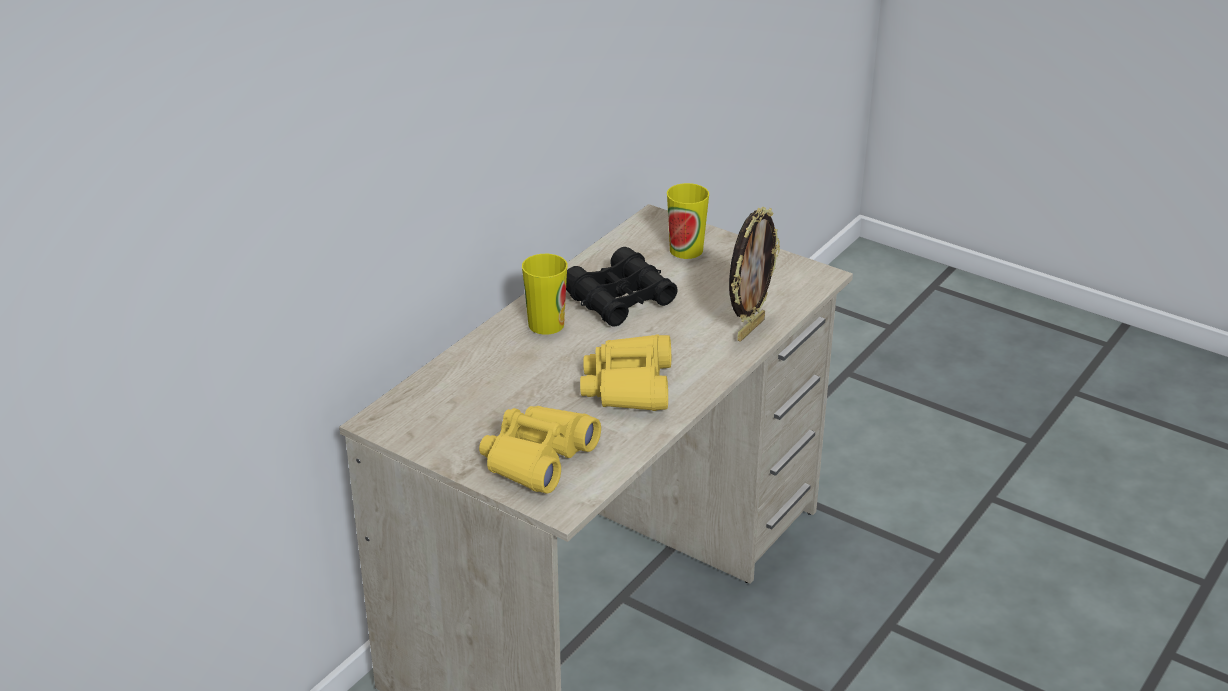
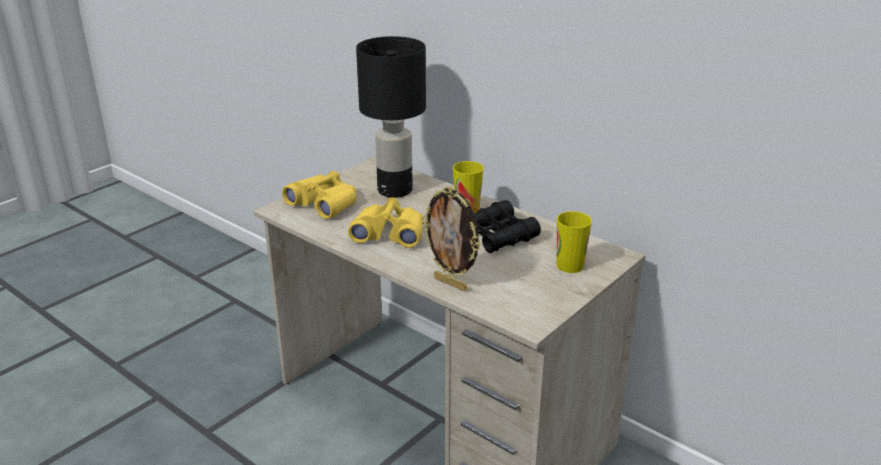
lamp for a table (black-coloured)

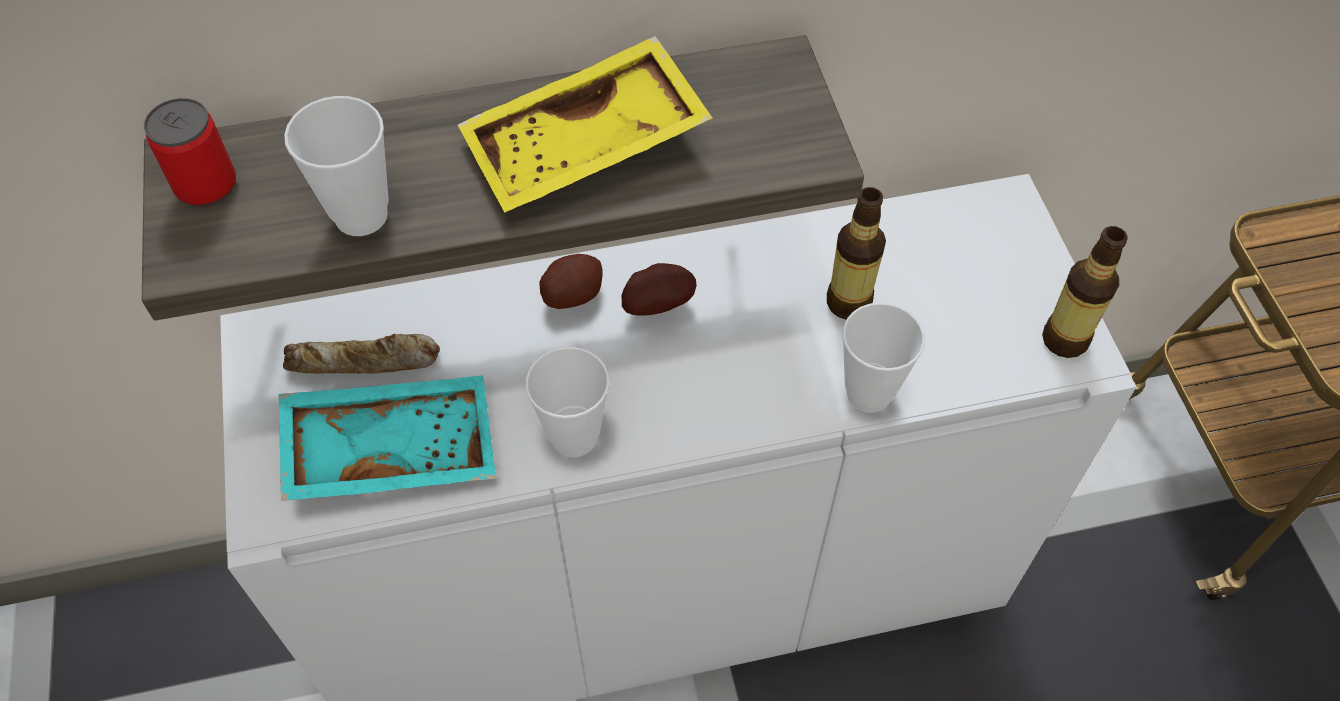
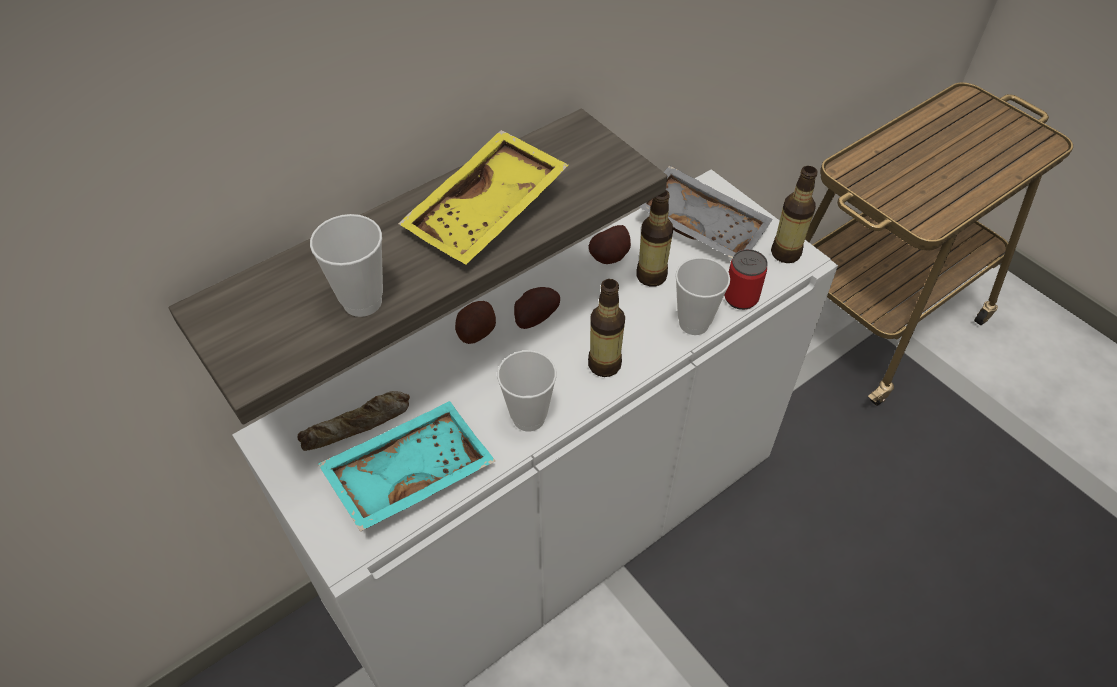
bottle (1st from left)
whole potato (3rd from left)
tray (gray)
can

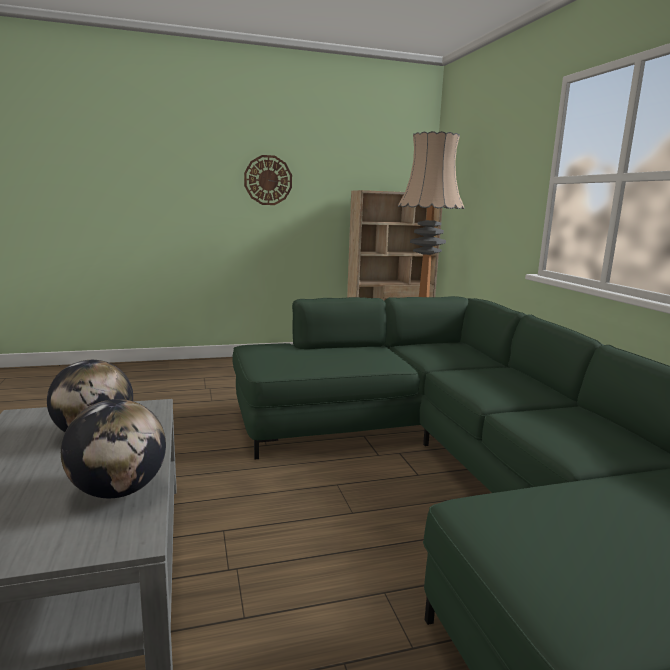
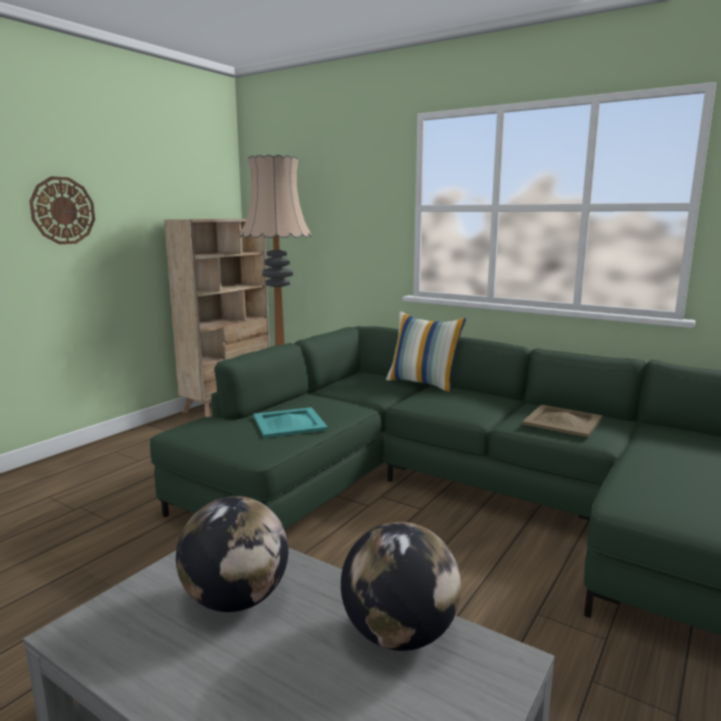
tray (blue-green)
pillow
tray (beige-coloured)

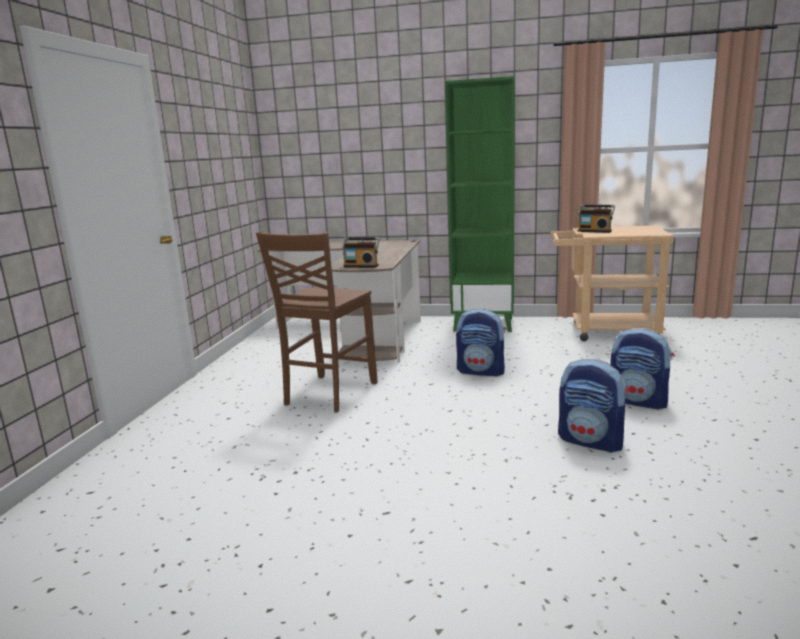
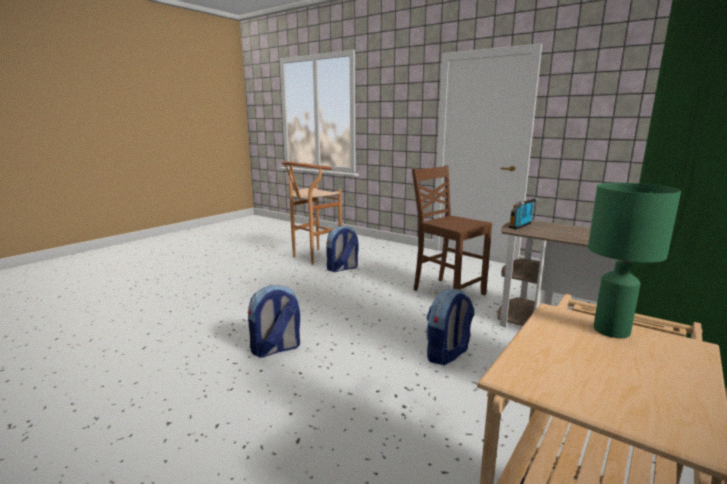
stool seat (brownish)
knapsack (2nd from left)
lamp for a table (greenish)

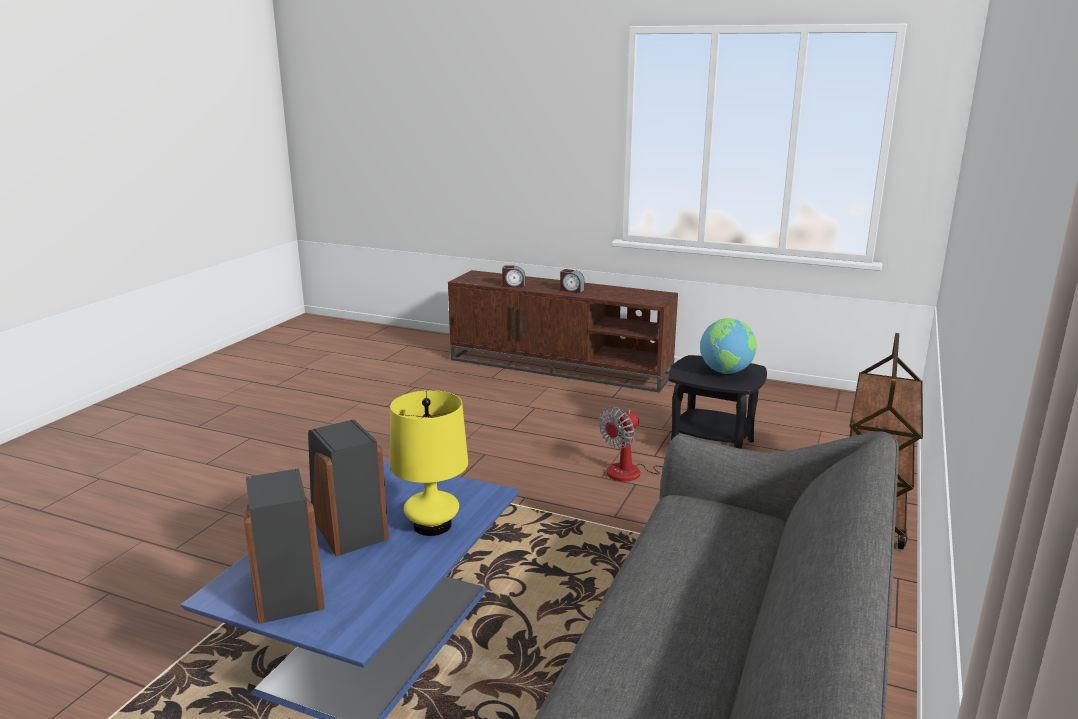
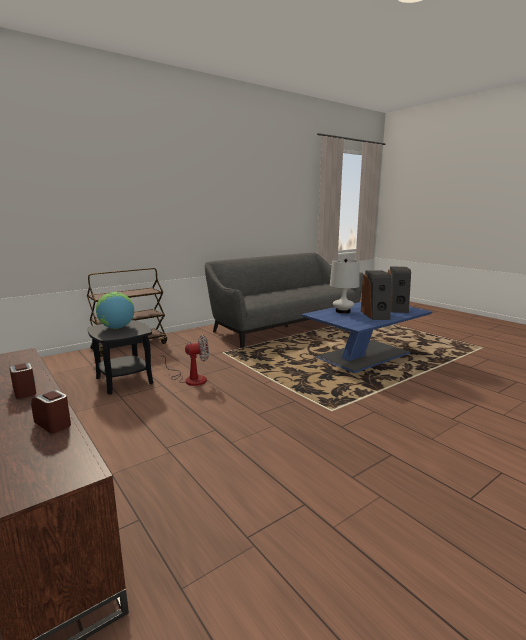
lamp for a table (whitish)

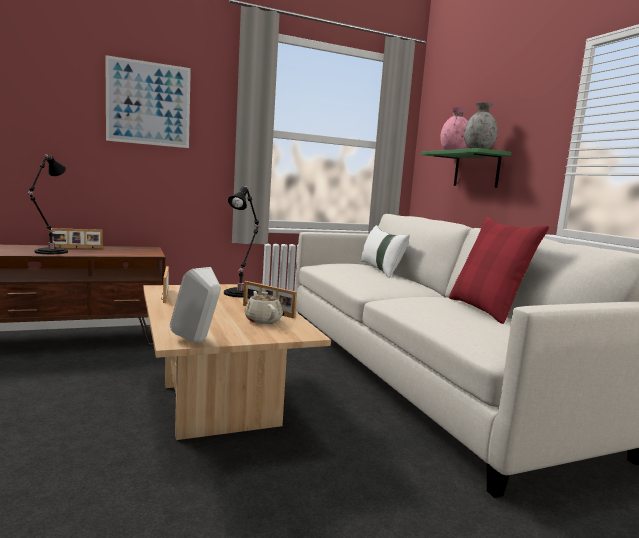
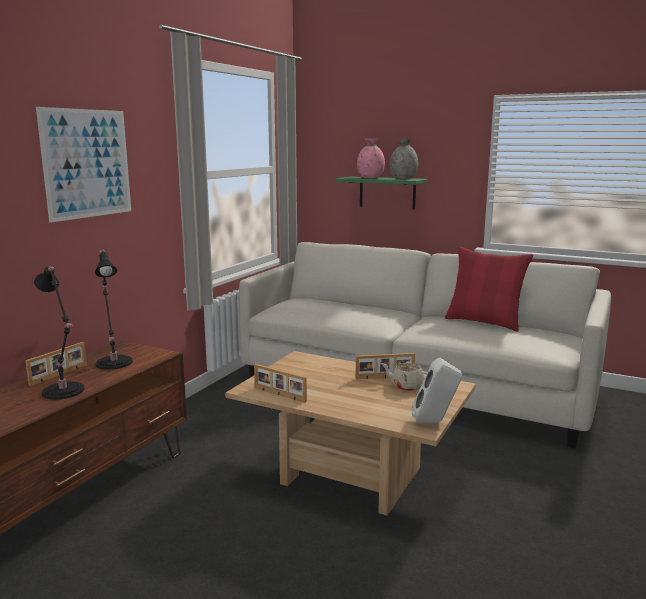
lamp for a table (black-coloured) (2nd from left)
pillow (whitish)

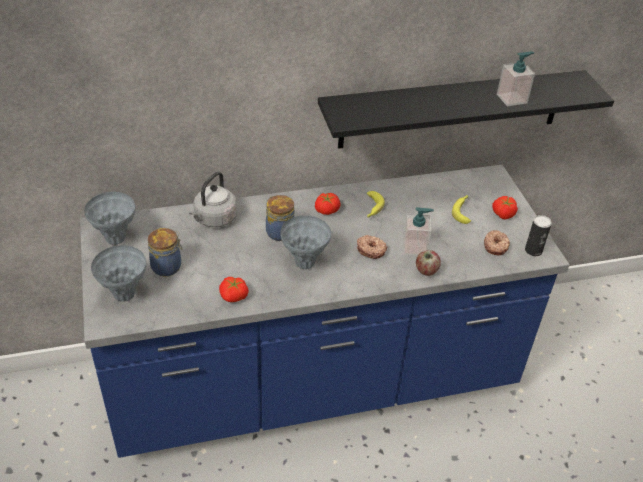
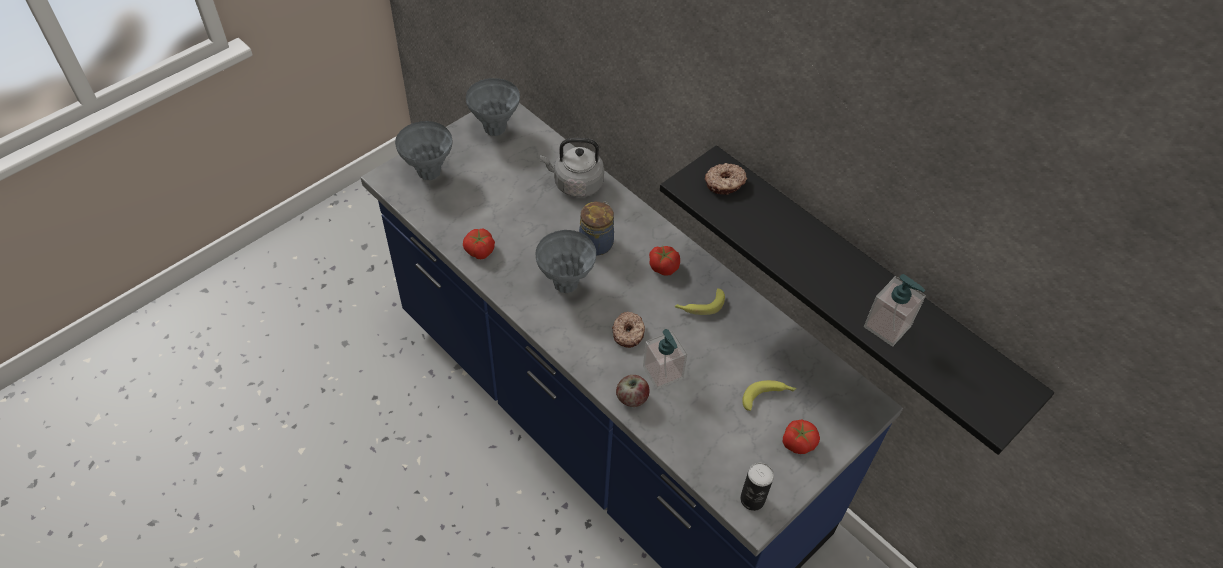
ring doughnut (2nd from left)
storage jar (1st from left in the first image)

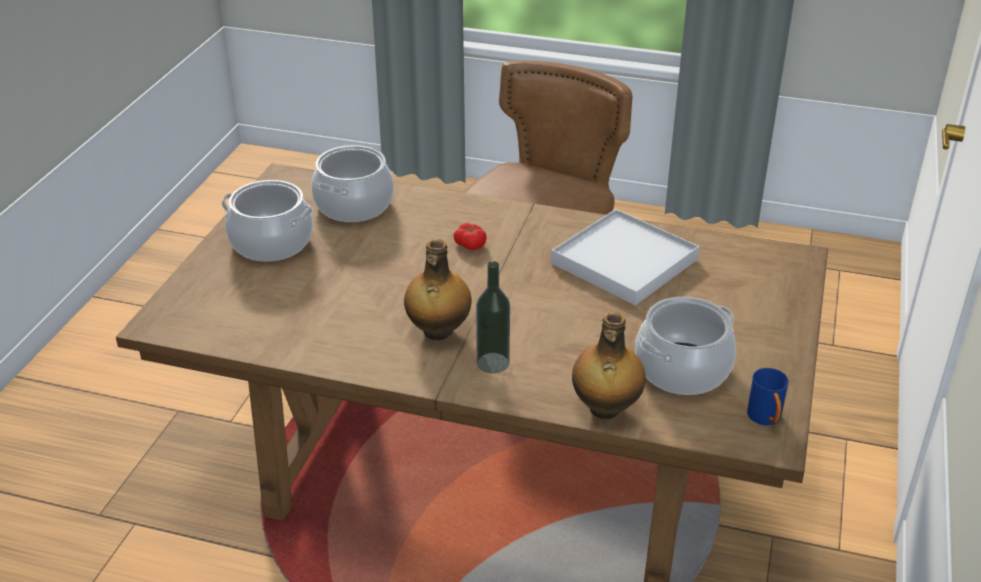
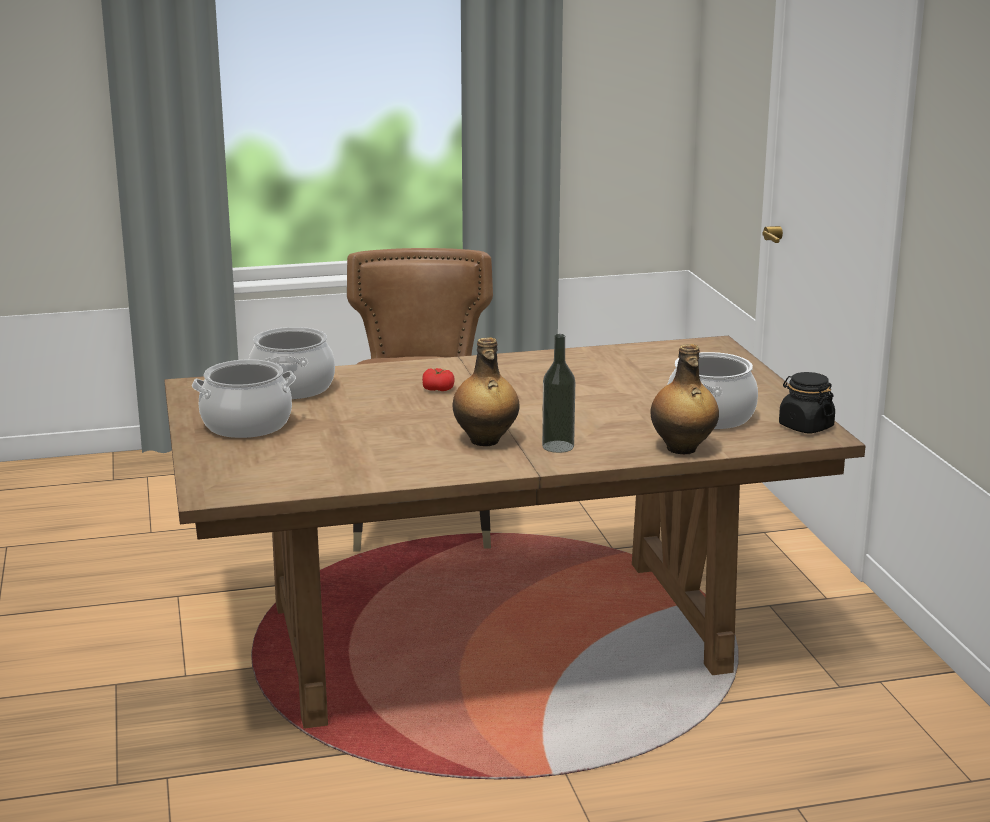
storage jar (black-coloured)
tray (whitish)

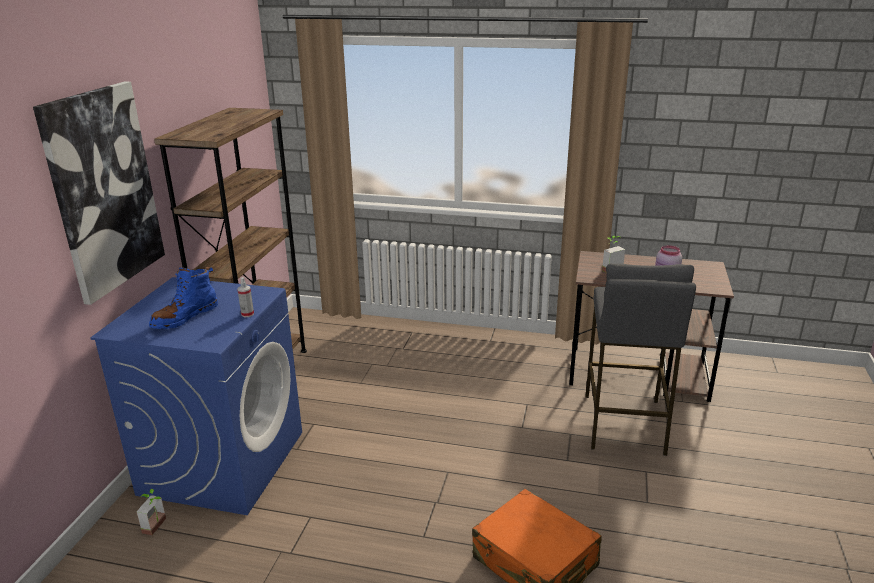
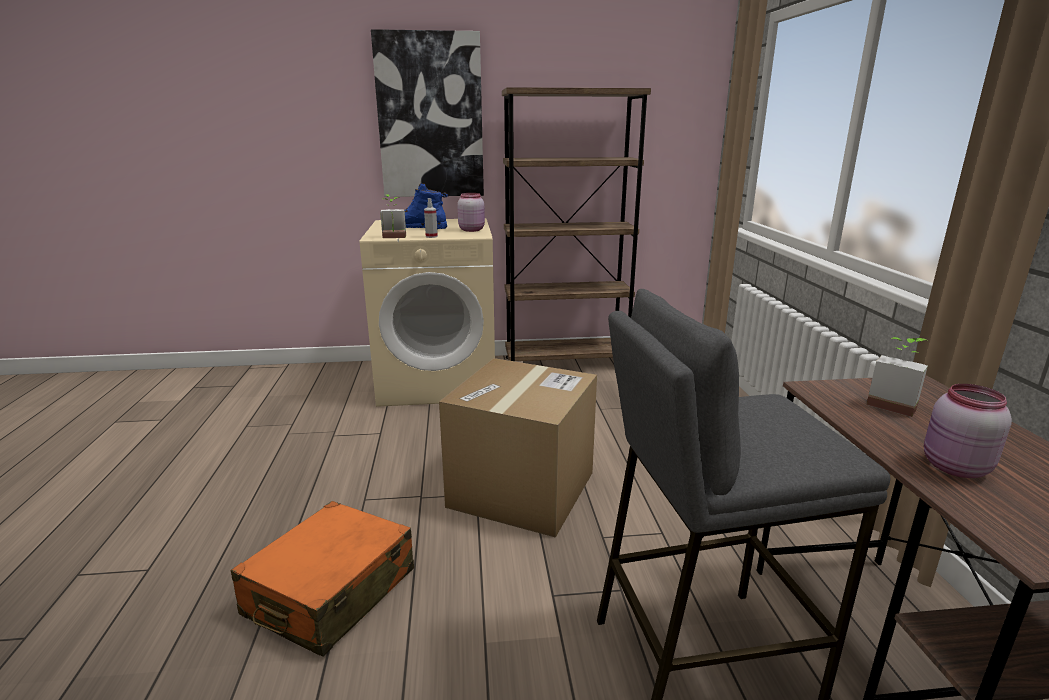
washing machine (beige-coloured)
houseplant (1st from left)
carton
storage jar (pink) (1st from left)

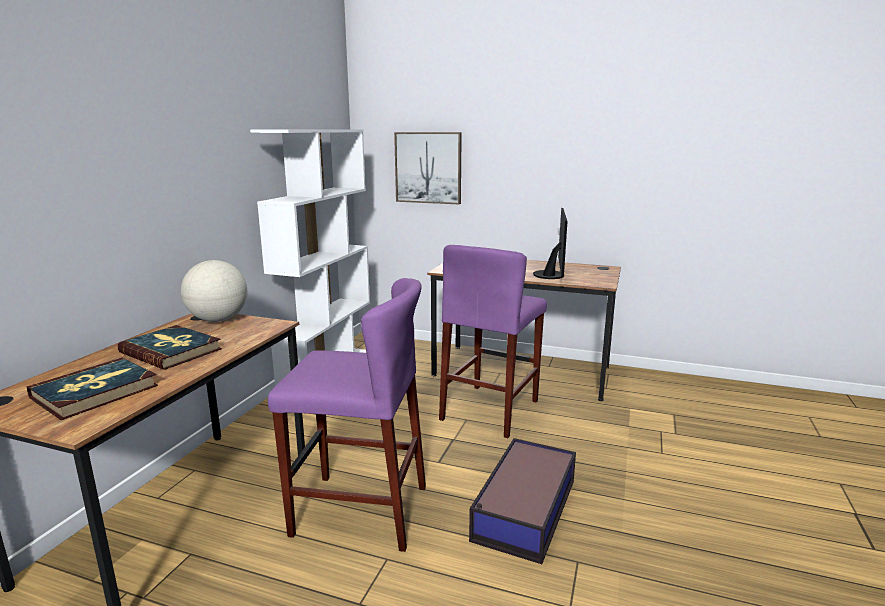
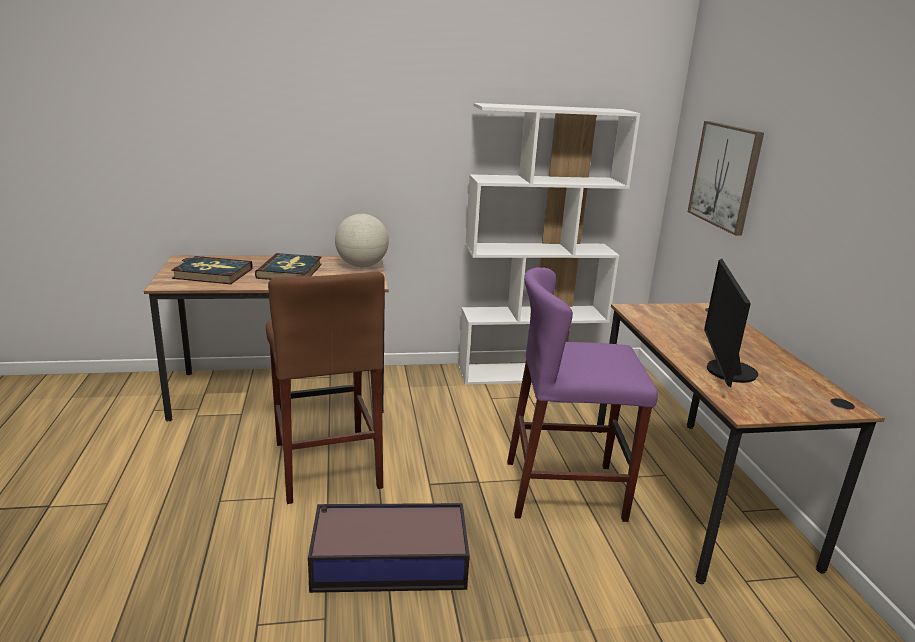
stool seat (brownish)
computer display

